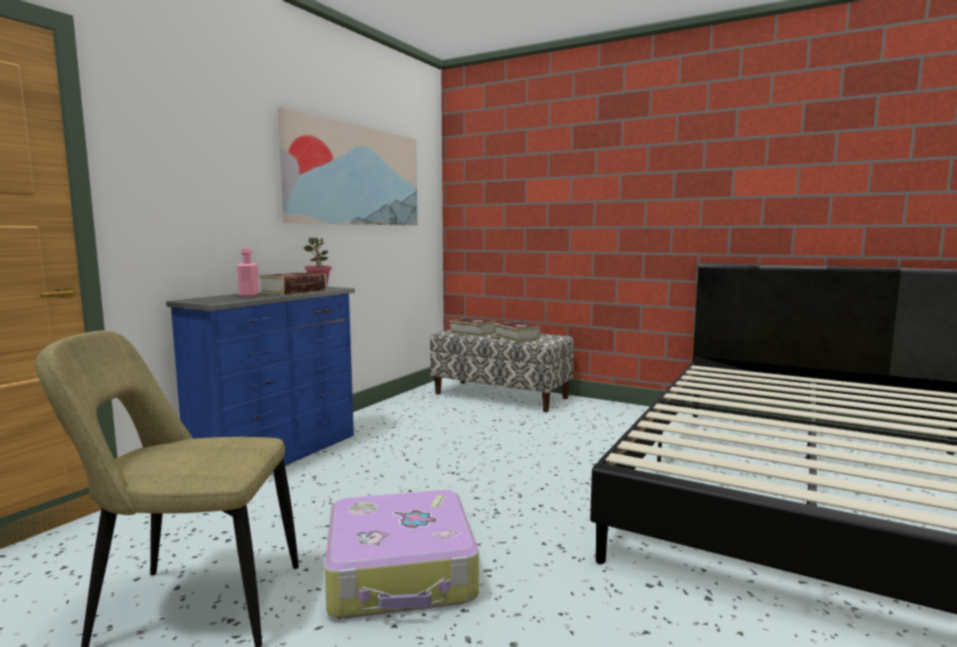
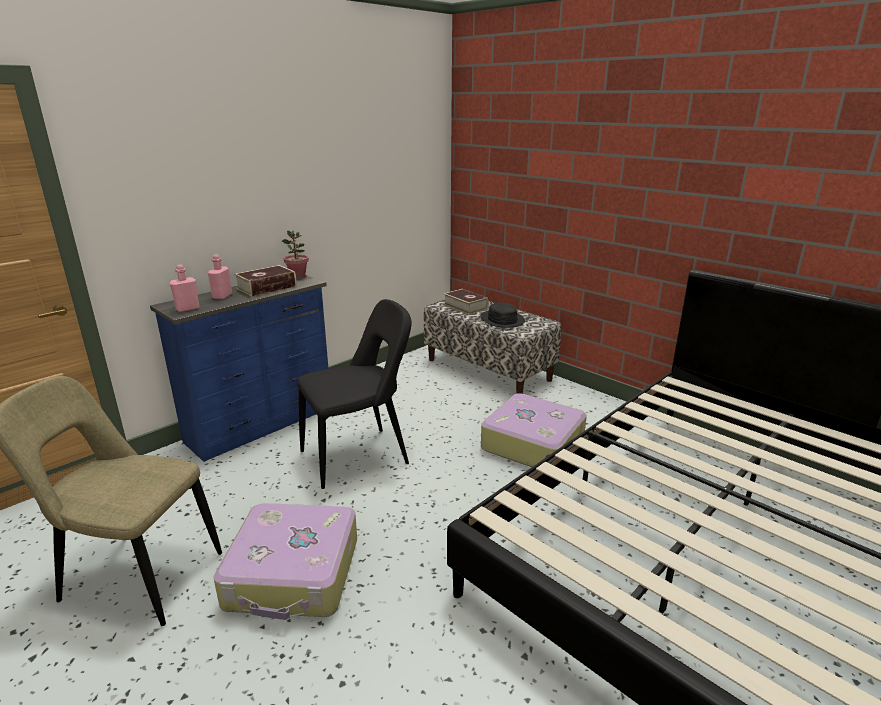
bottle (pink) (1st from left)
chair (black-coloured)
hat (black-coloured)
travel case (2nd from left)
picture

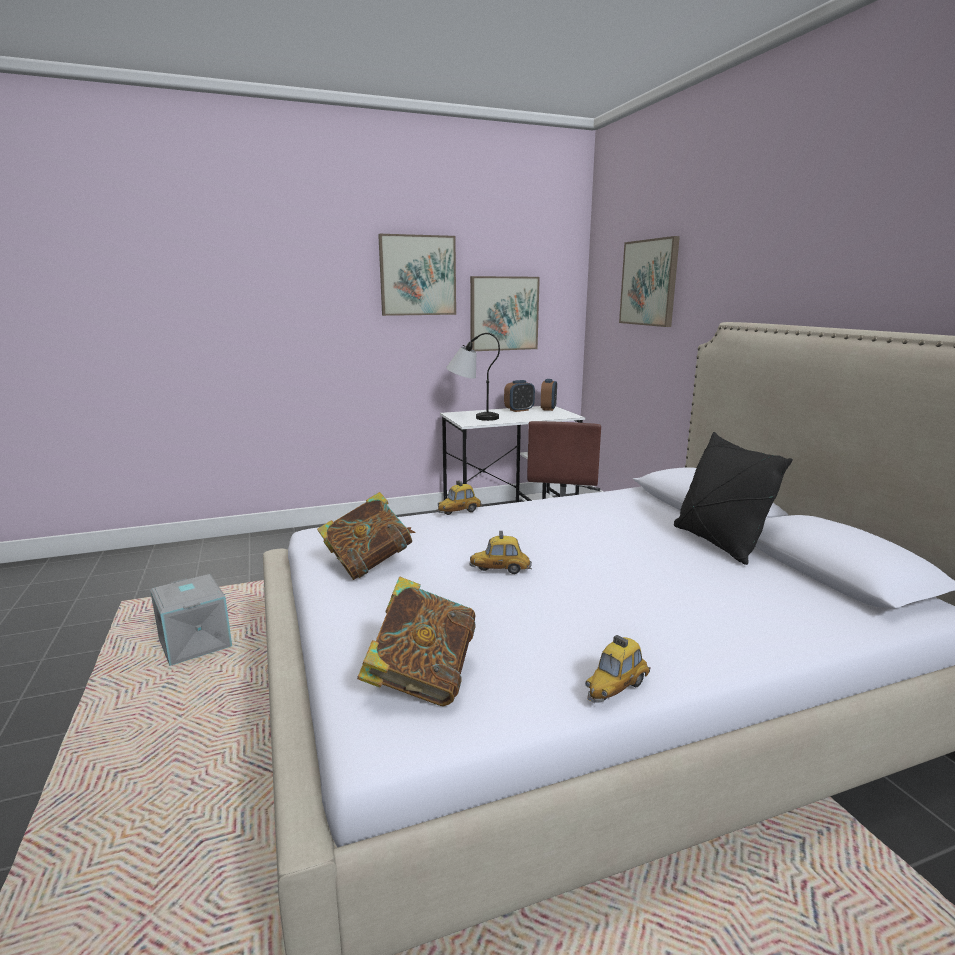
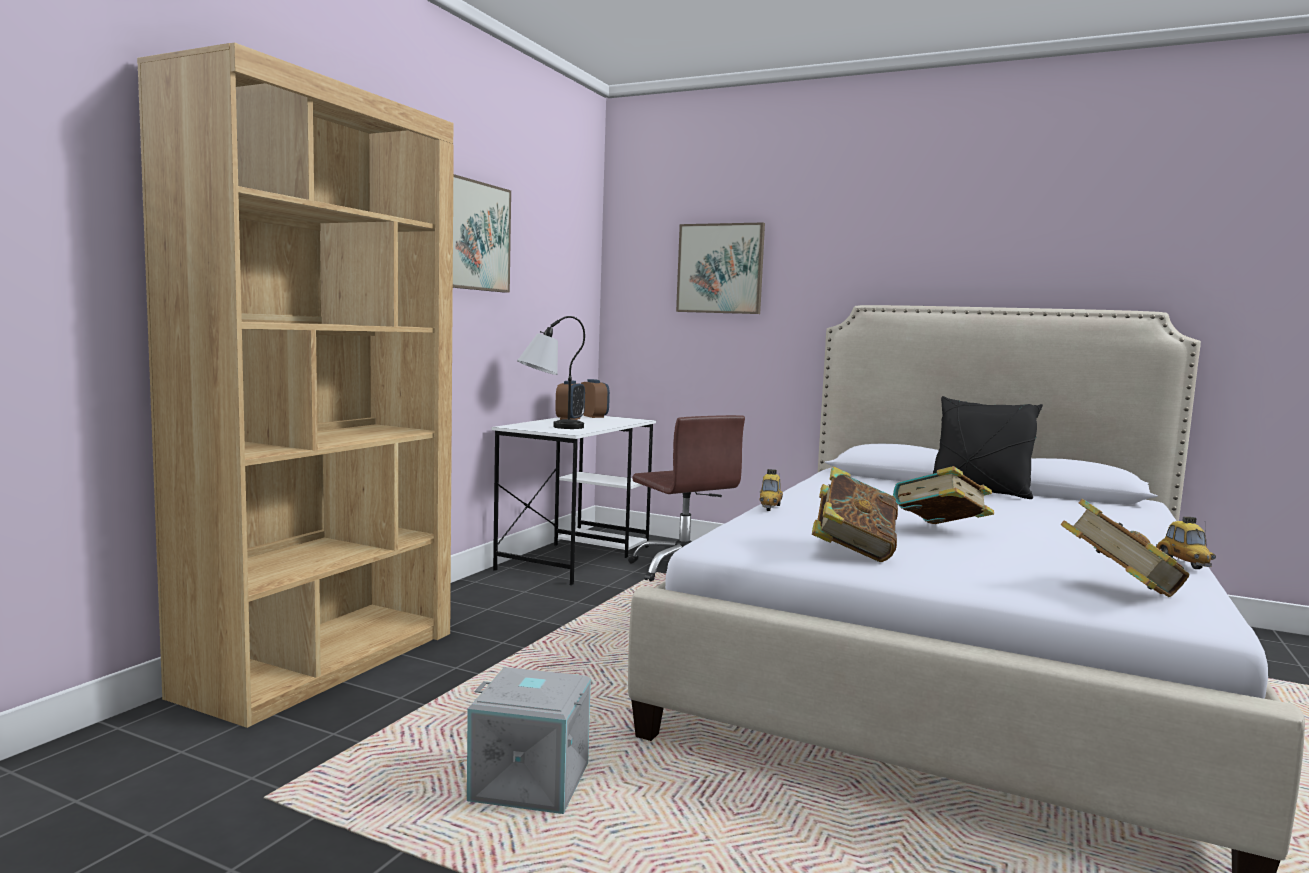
bookshelf (brownish)
book (2nd from left)
picture (2nd from left in the first image)

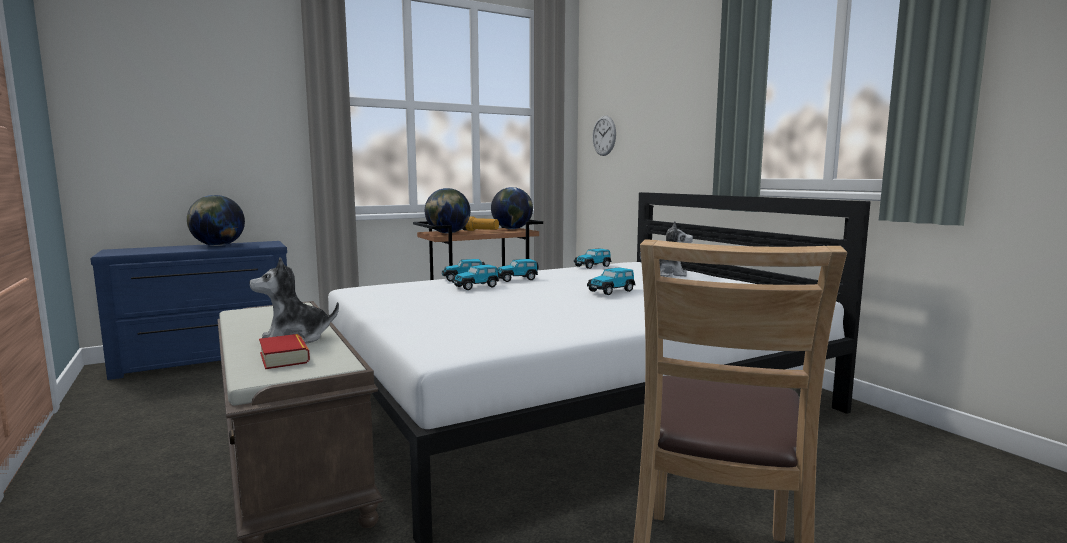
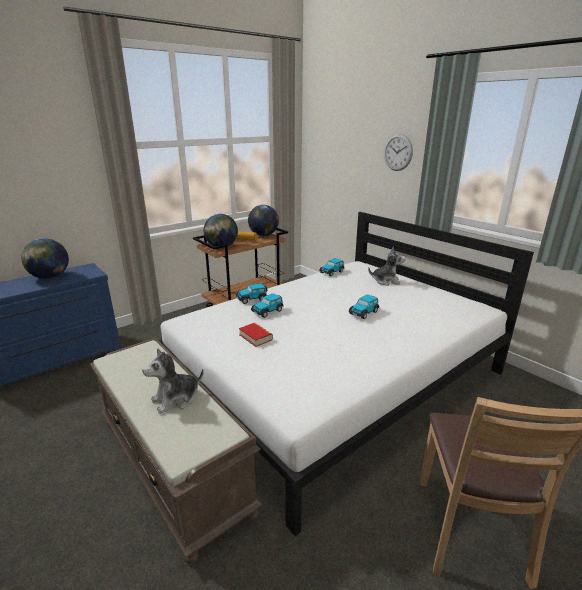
book
clock on the wall
miniature car (3rd from left in the first image)

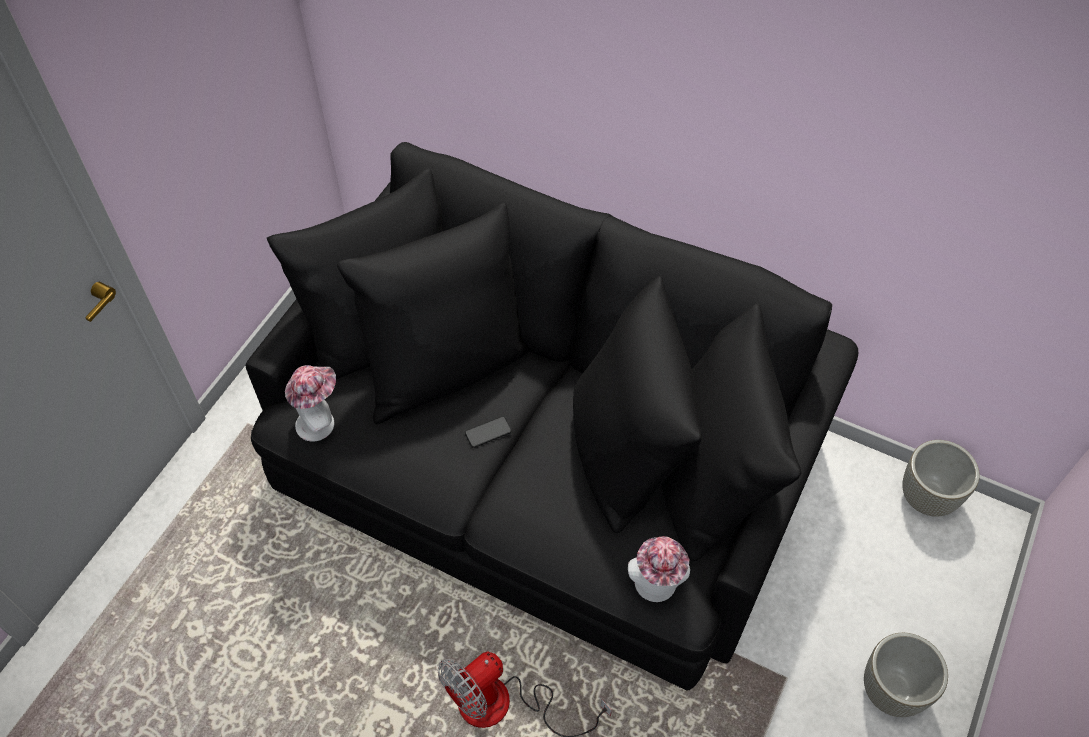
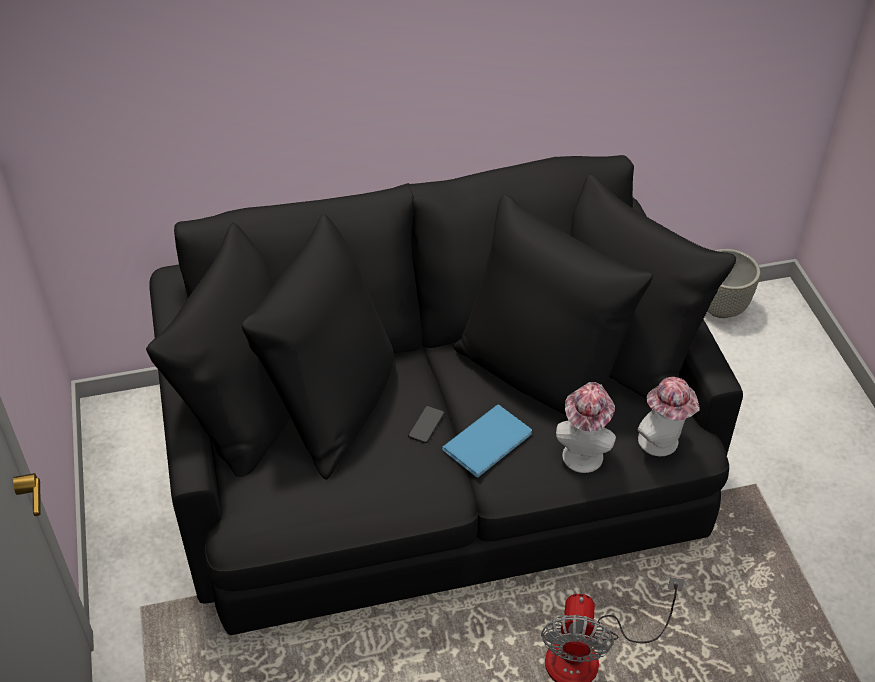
book (blue)
hat (1st from left)
flower pot (gray) (1st from left in the first image)

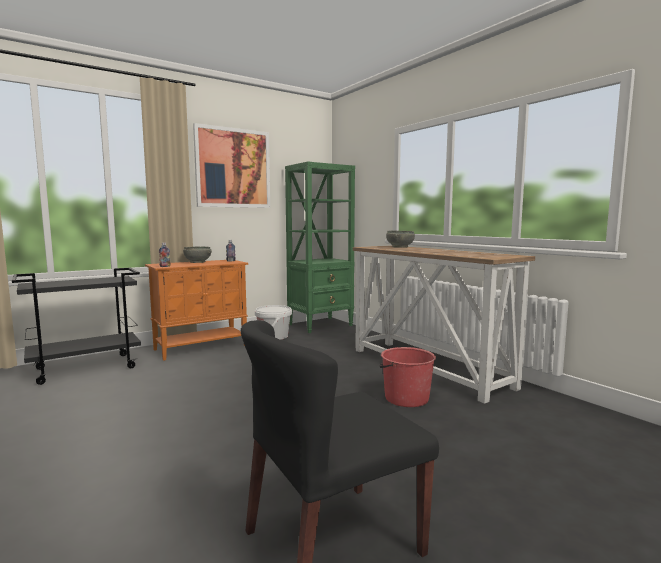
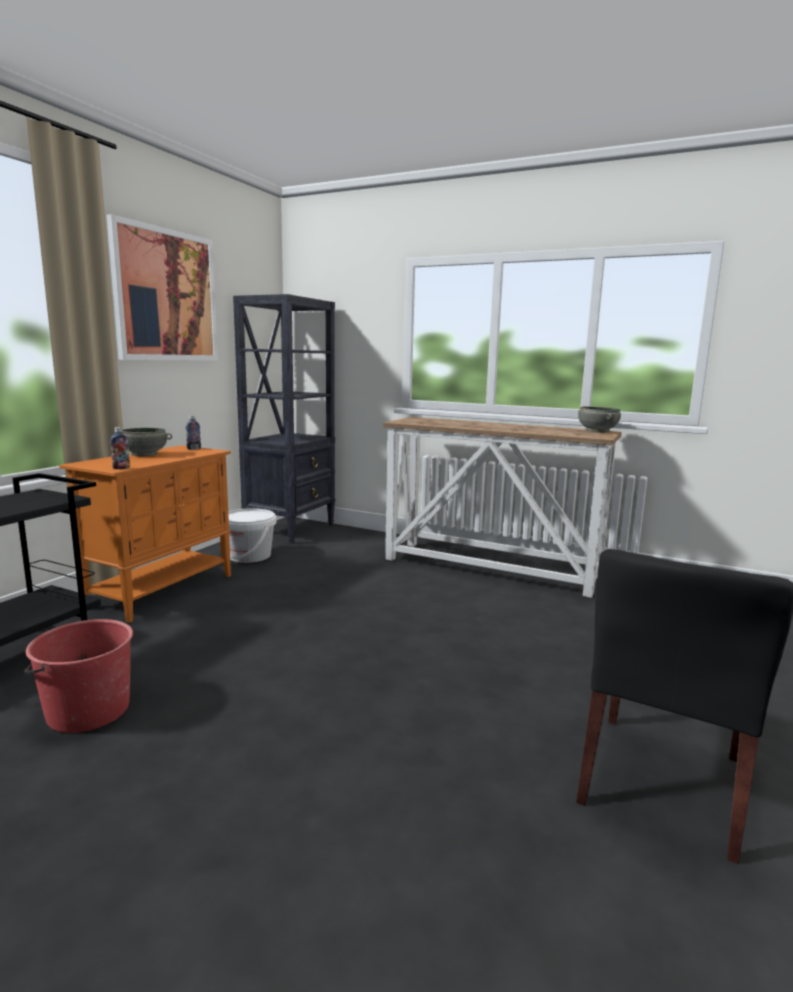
bucket (red)
bookshelf (black-coloured)
serving bowl (gray) (2nd from left)

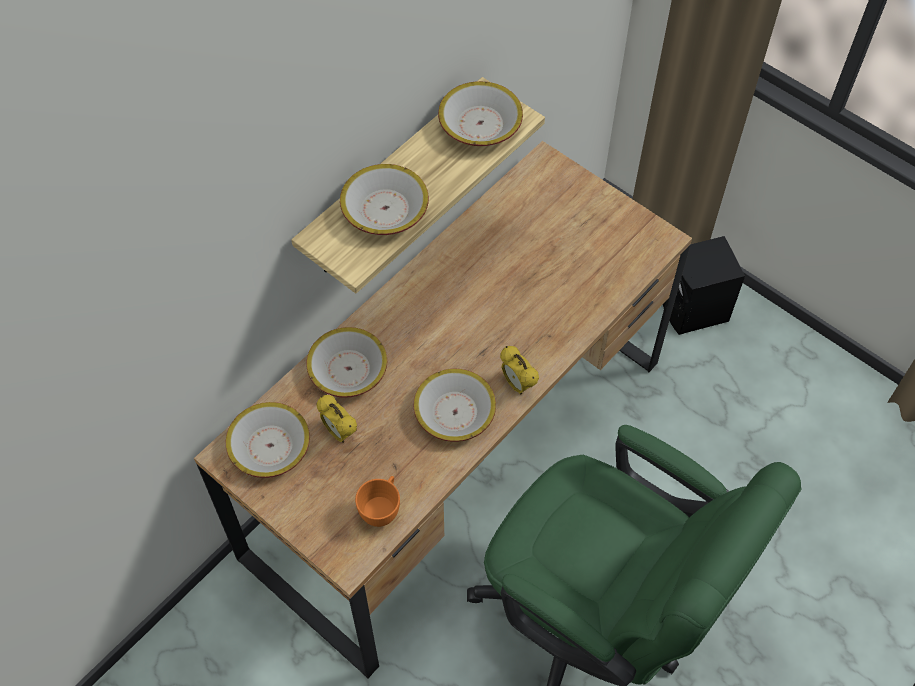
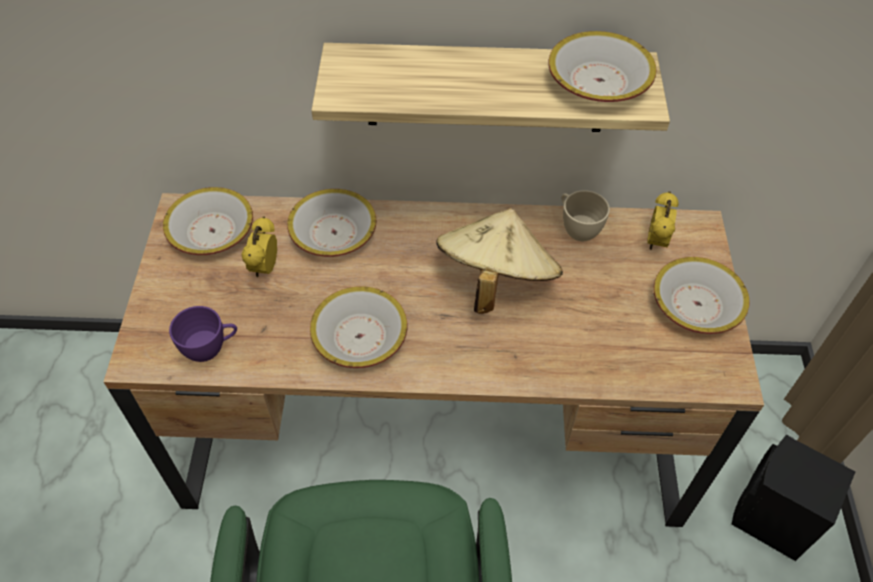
cup (purplish)
hat (beige-coloured)
cup (beige-coloured)
table clock (2nd from left)
serving bowl (5th from left)

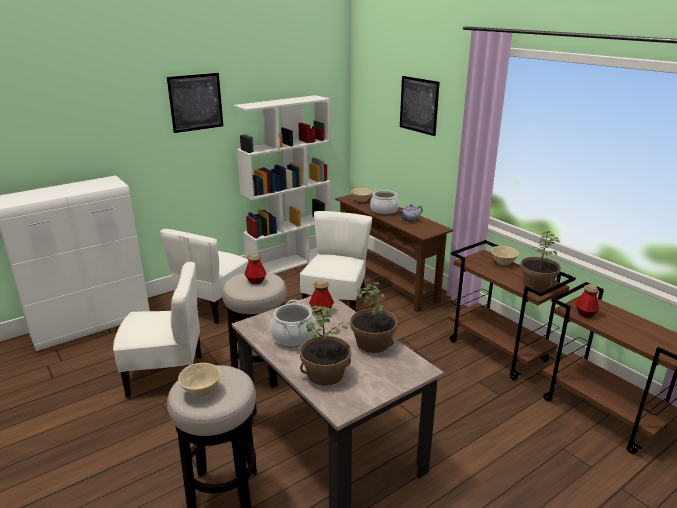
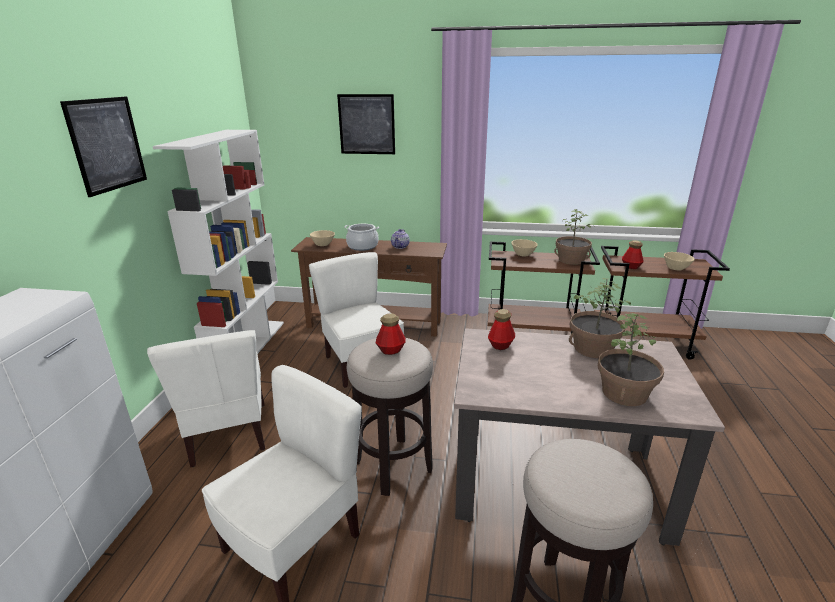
serving bowl (beige-coloured) (3rd from left)
stockpot (1st from left in the first image)

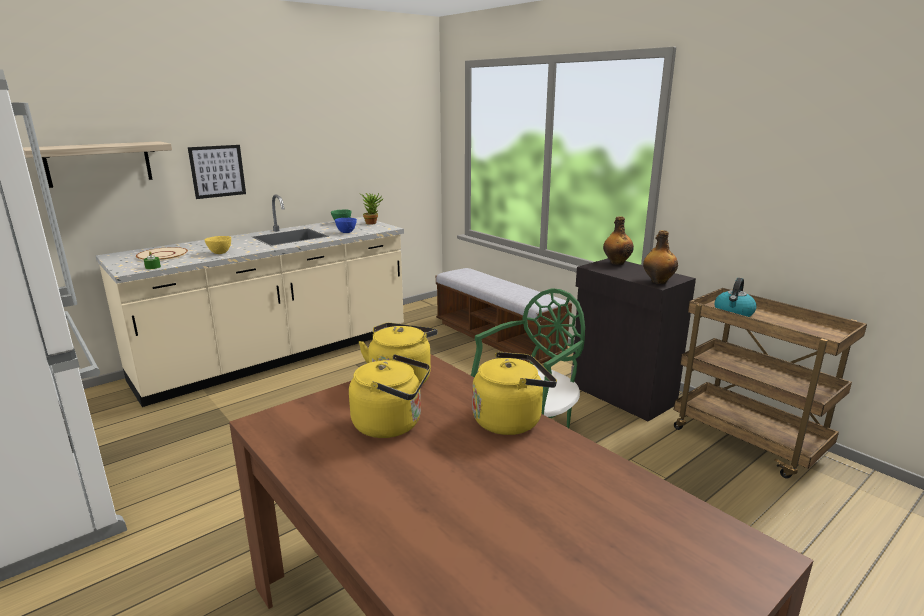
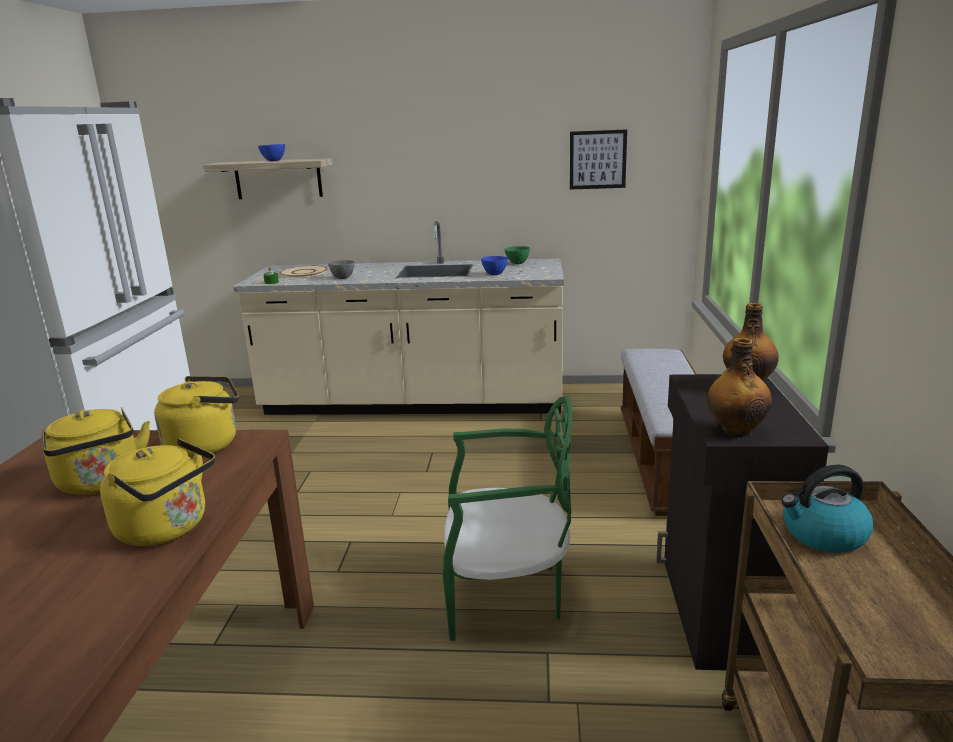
serving bowl (blue) (1st from left)
serving bowl (gray)
picture
houseplant

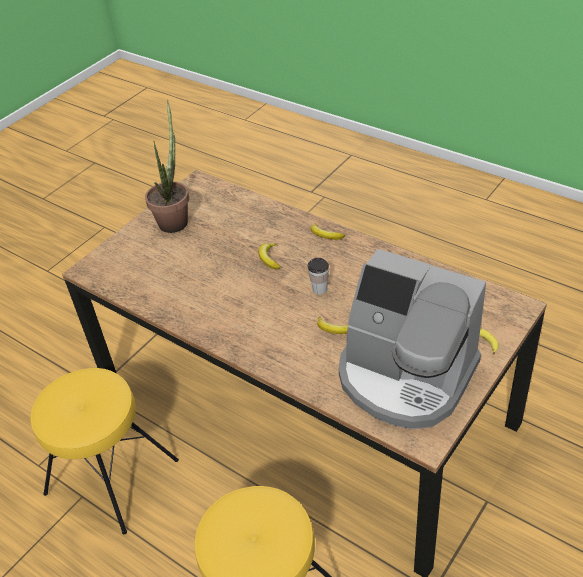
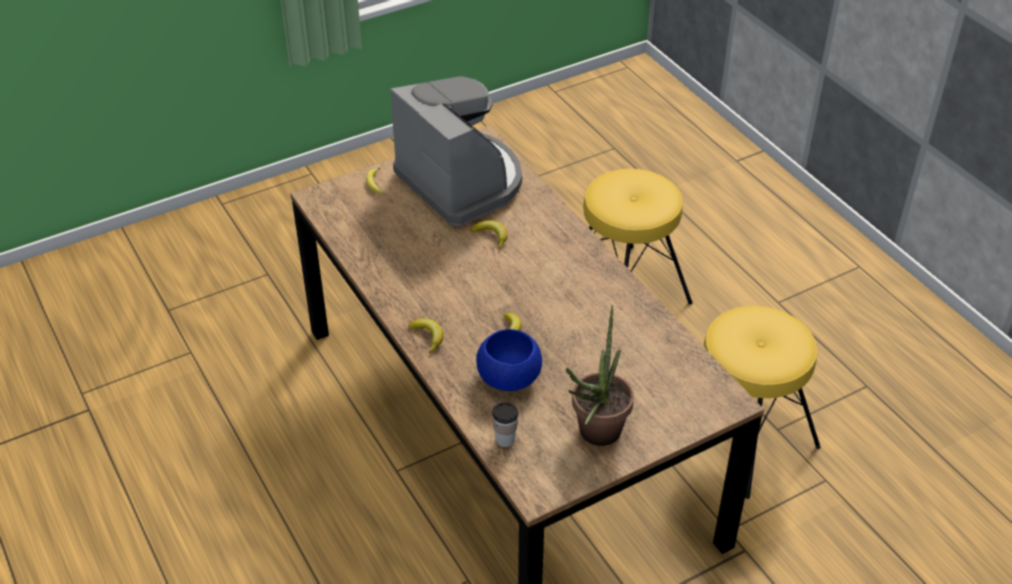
serving bowl (blue)
cup

